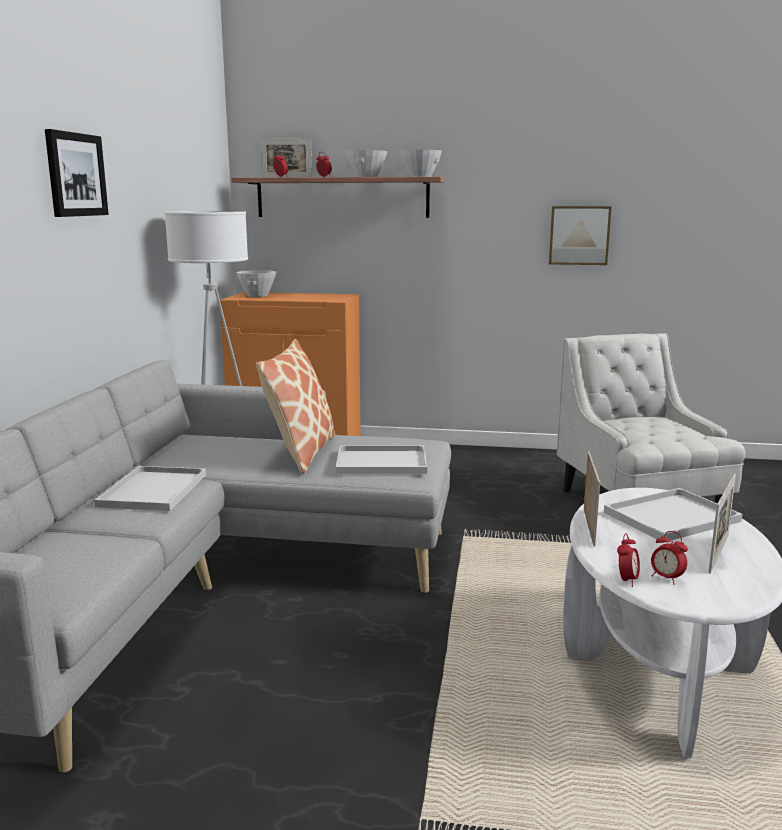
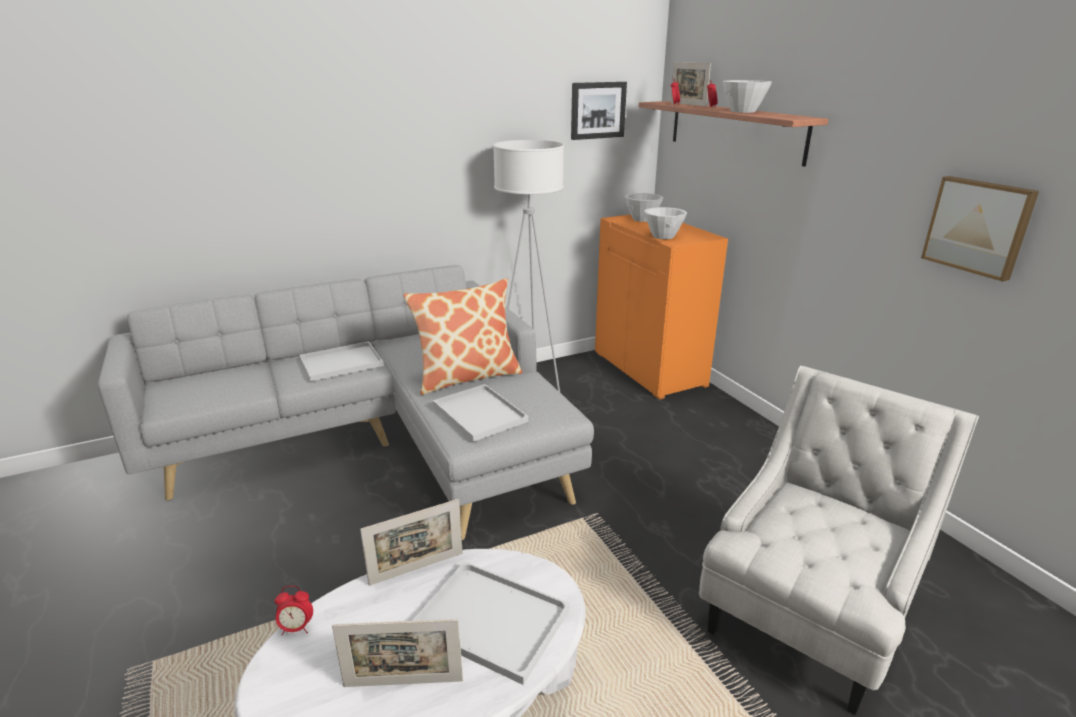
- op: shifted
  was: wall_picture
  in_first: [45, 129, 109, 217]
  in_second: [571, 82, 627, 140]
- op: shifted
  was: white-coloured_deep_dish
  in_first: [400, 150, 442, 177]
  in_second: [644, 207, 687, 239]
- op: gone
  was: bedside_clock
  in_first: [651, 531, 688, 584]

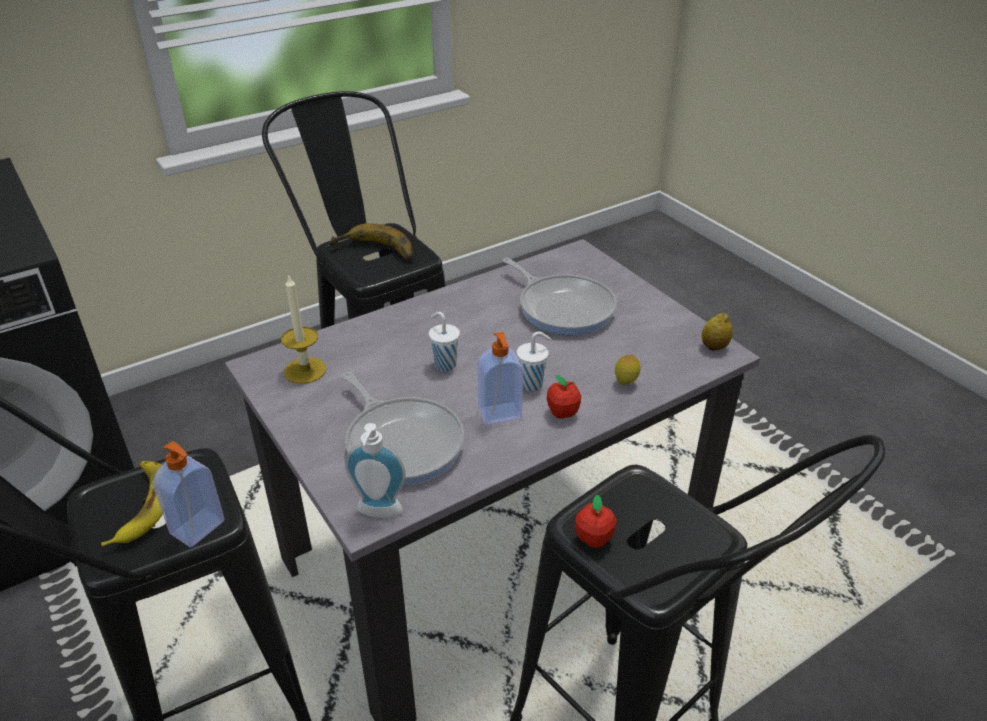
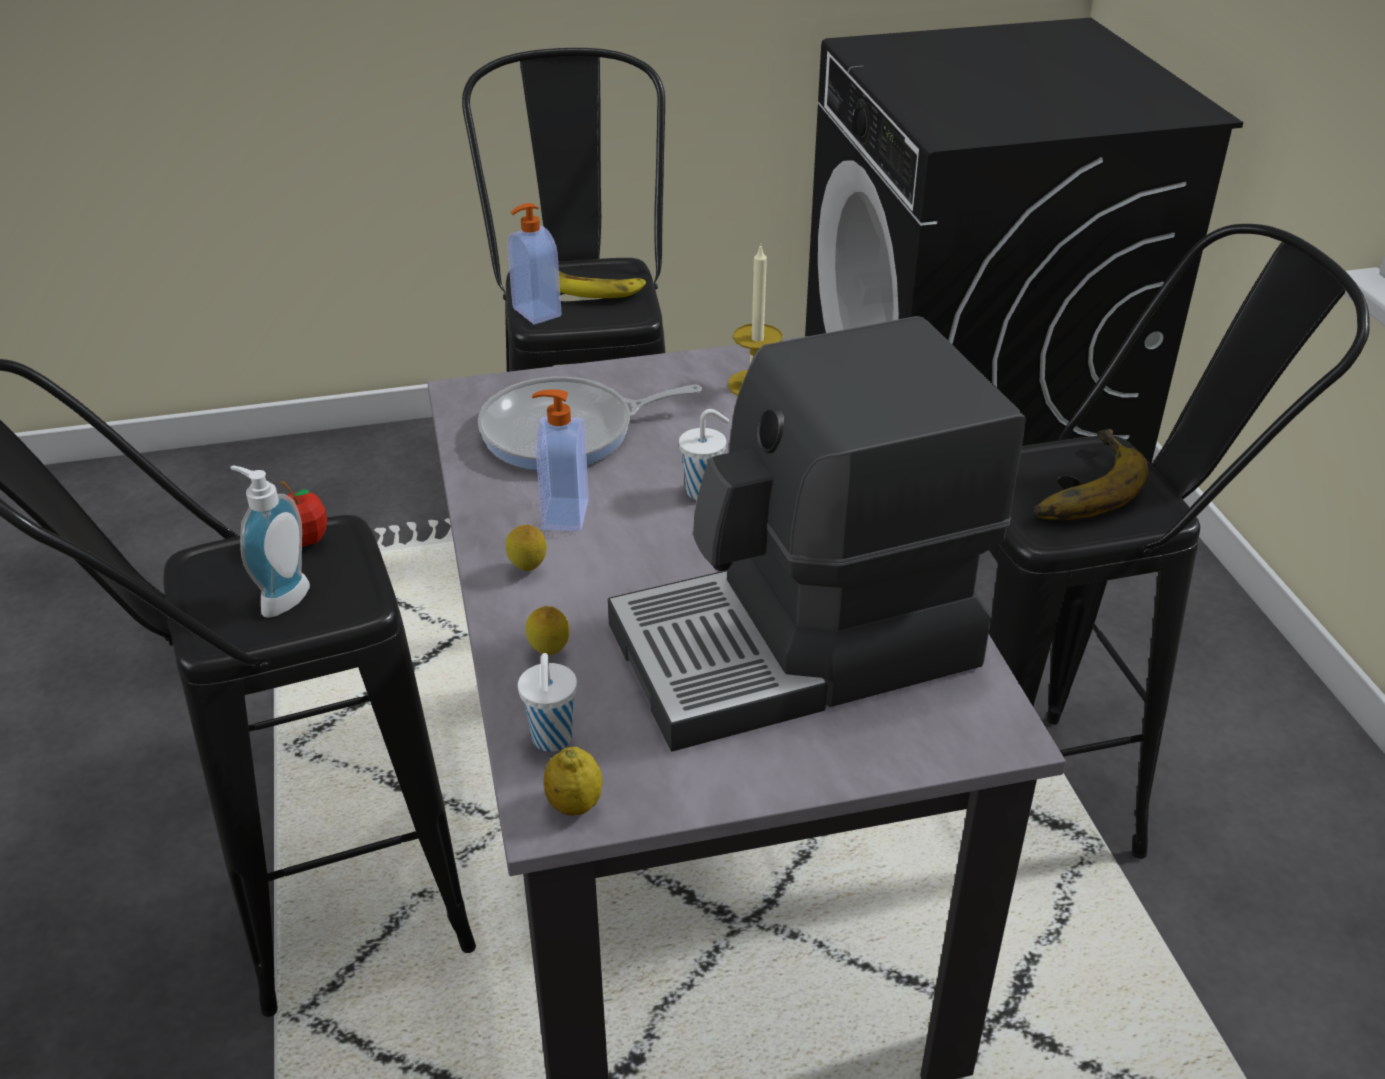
- op: swapped
  was: frying_pan
  now: coffee_brewer
  in_first: [503, 258, 617, 335]
  in_second: [608, 316, 1025, 751]
- op: shifted
  was: white-coloured_small_cup
  in_first: [517, 332, 551, 391]
  in_second: [518, 653, 577, 752]
- op: swapped
  was: whole_apple
  now: citrus_fruit
  in_first: [547, 375, 581, 419]
  in_second: [506, 525, 546, 571]
- op: shifted
  was: liquid_soap_bottle
  in_first: [345, 423, 406, 518]
  in_second: [230, 465, 310, 618]

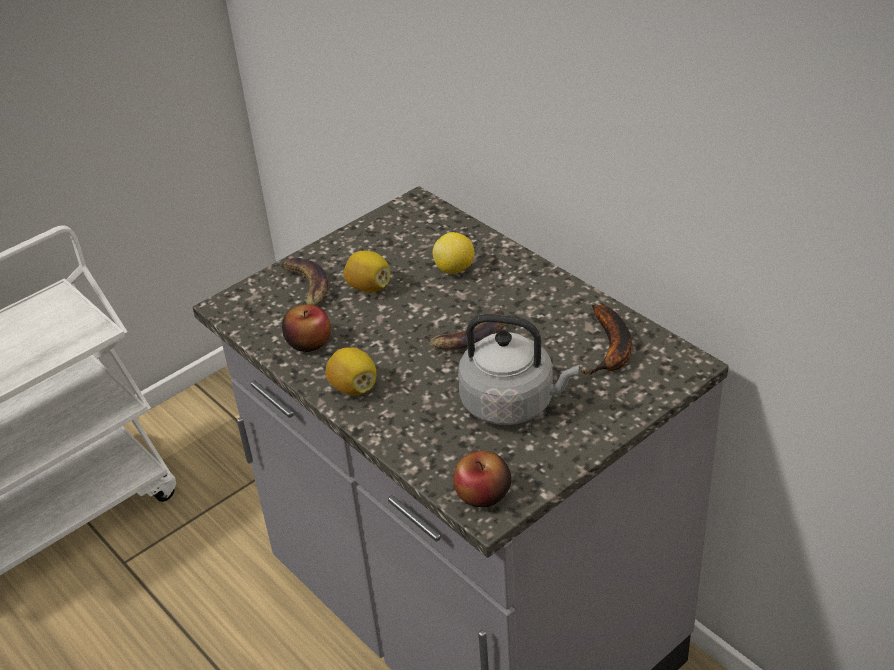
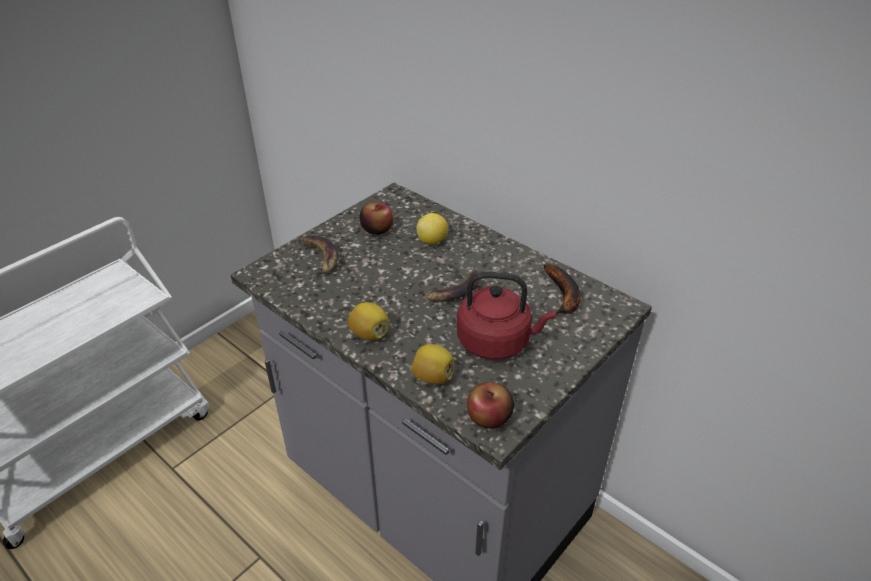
- op: shifted
  was: citrus_fruit
  in_first: [344, 251, 390, 293]
  in_second: [411, 344, 454, 384]
- op: shifted
  was: whole_apple
  in_first: [282, 304, 331, 352]
  in_second: [359, 202, 393, 235]
- op: repainted
  was: gray_water_kettle
  now: red_water_kettle
  in_first: [458, 314, 579, 425]
  in_second: [457, 271, 556, 360]

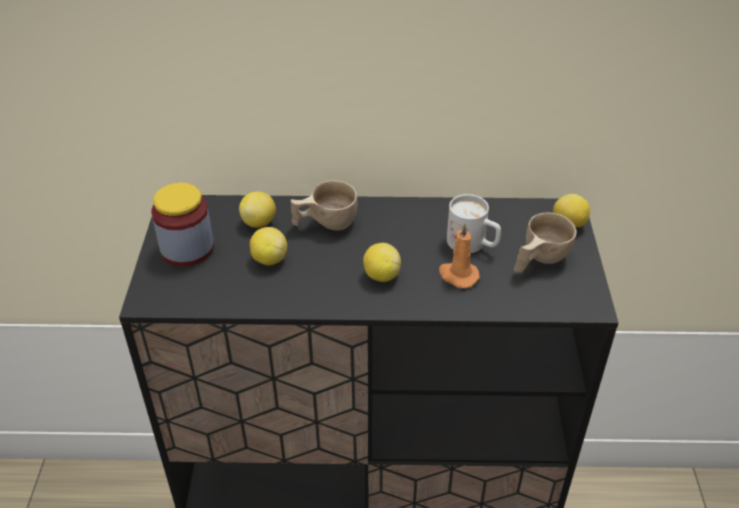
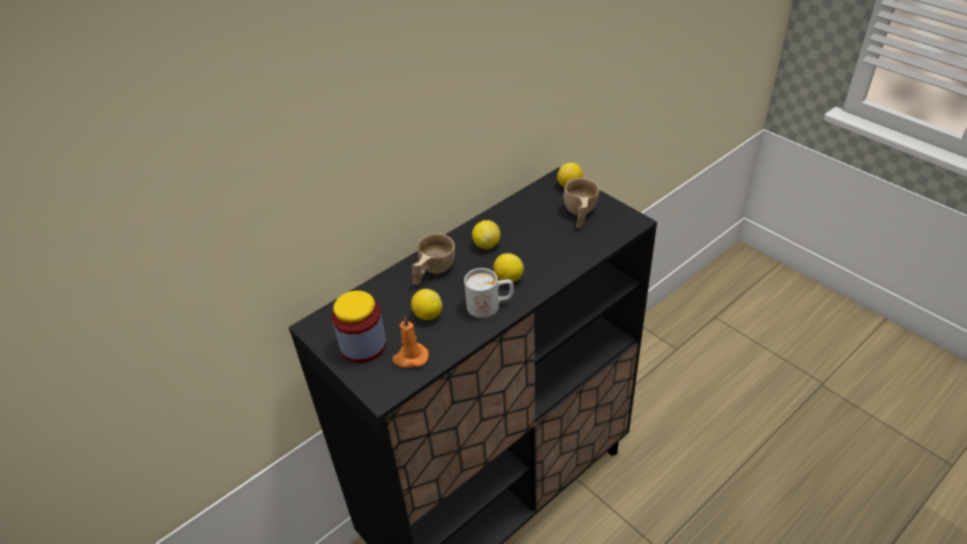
- op: shifted
  was: citrus_fruit
  in_first: [239, 192, 276, 228]
  in_second: [472, 220, 501, 249]
- op: shifted
  was: white-coloured_tea_mug
  in_first: [447, 194, 501, 253]
  in_second: [464, 268, 514, 318]
- op: shifted
  was: orange_candle
  in_first: [439, 223, 480, 288]
  in_second: [392, 316, 429, 368]

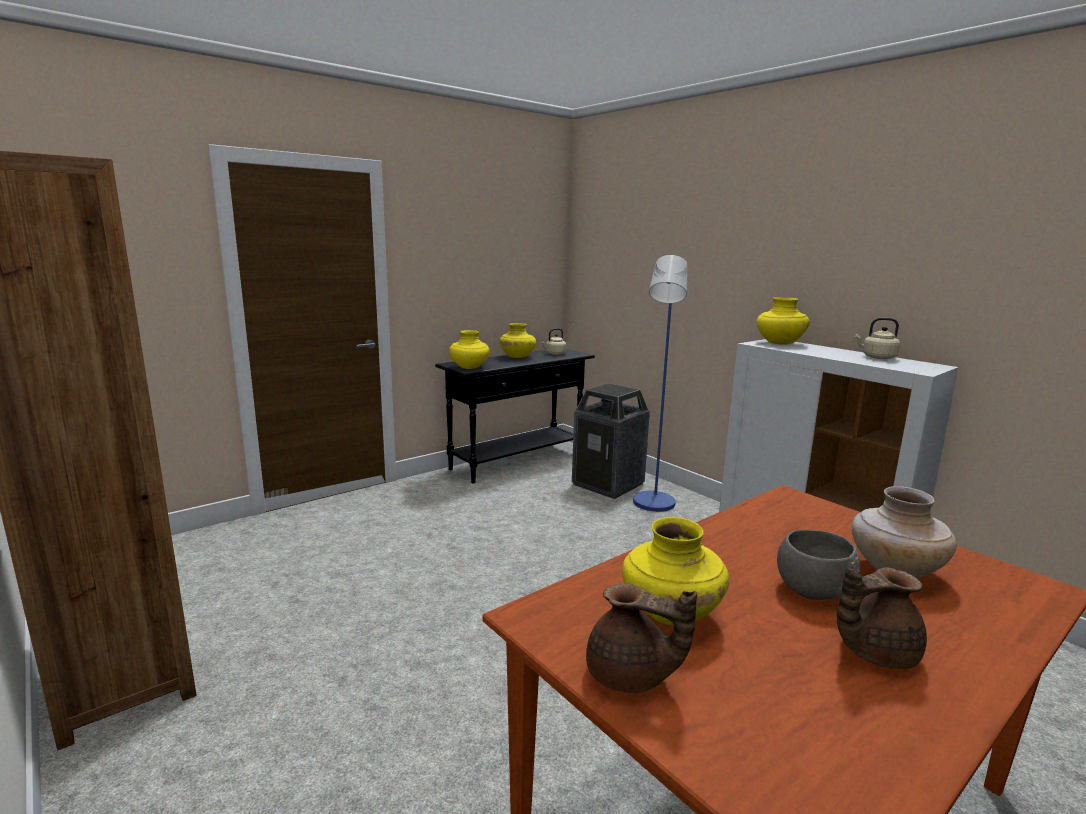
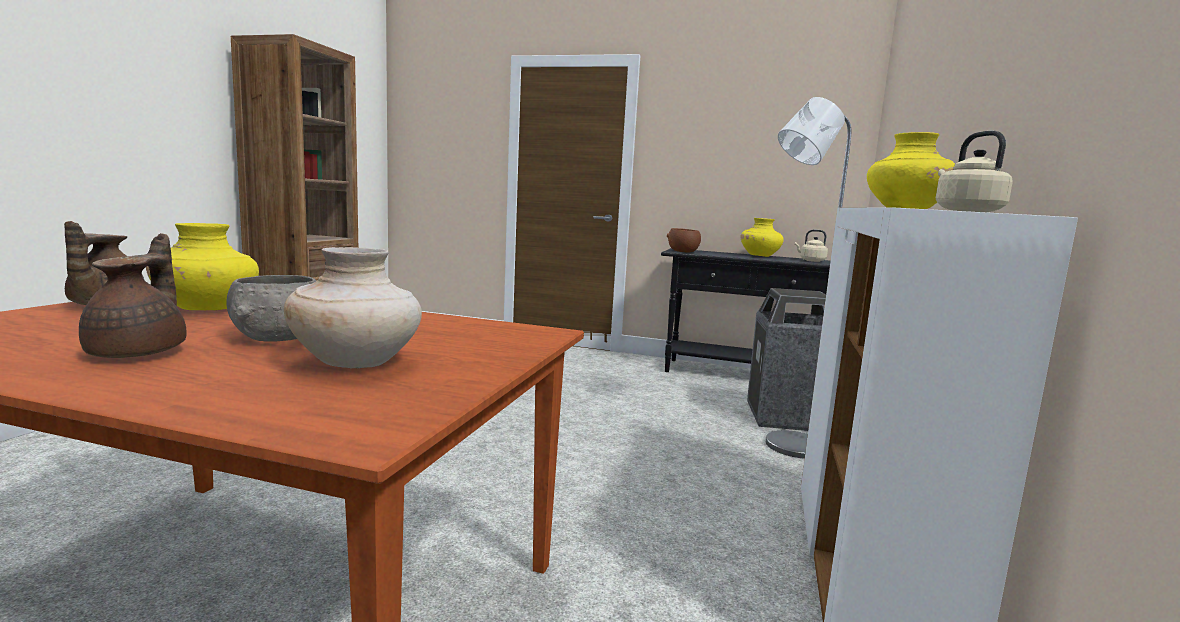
- op: repainted
  was: bluish_standard_lamp
  now: gray_standard_lamp
  in_first: [633, 255, 687, 512]
  in_second: [766, 97, 851, 459]
- op: swapped
  was: yellowish_flower_vase
  now: brown-coloured_deep_dish
  in_first: [449, 330, 489, 369]
  in_second: [667, 228, 701, 252]
- op: rotated
  was: brown-coloured_tea_pot
  in_first: [837, 567, 927, 669]
  in_second: [79, 233, 187, 358]
  clockwise: 45

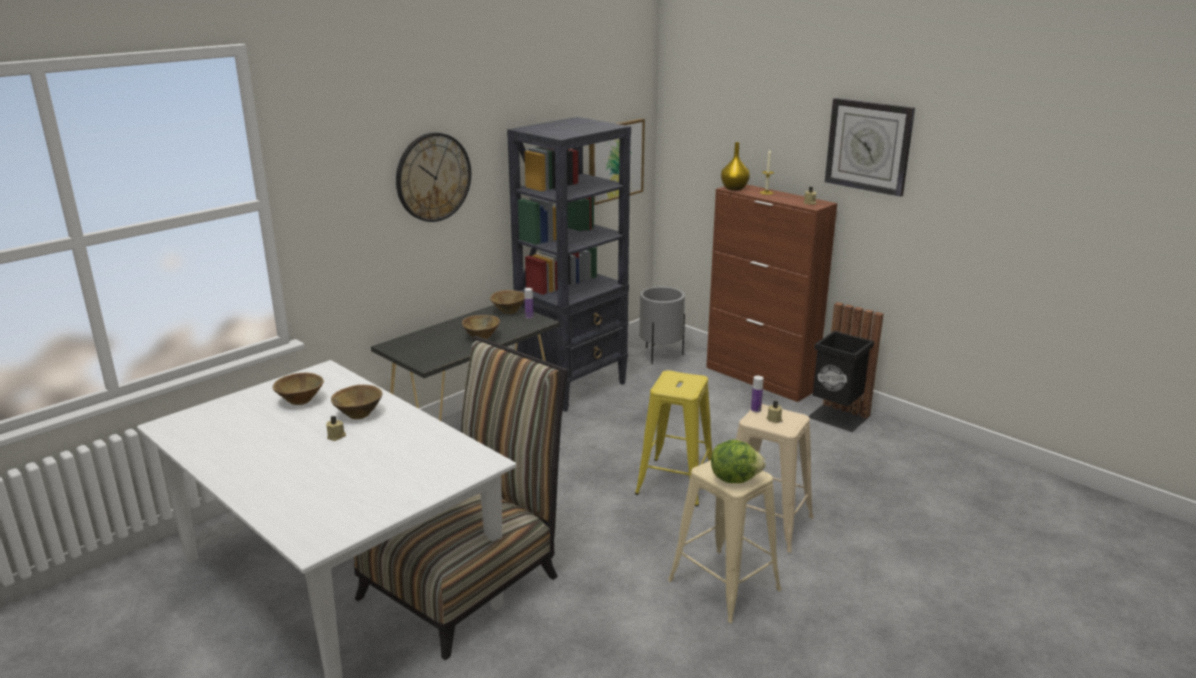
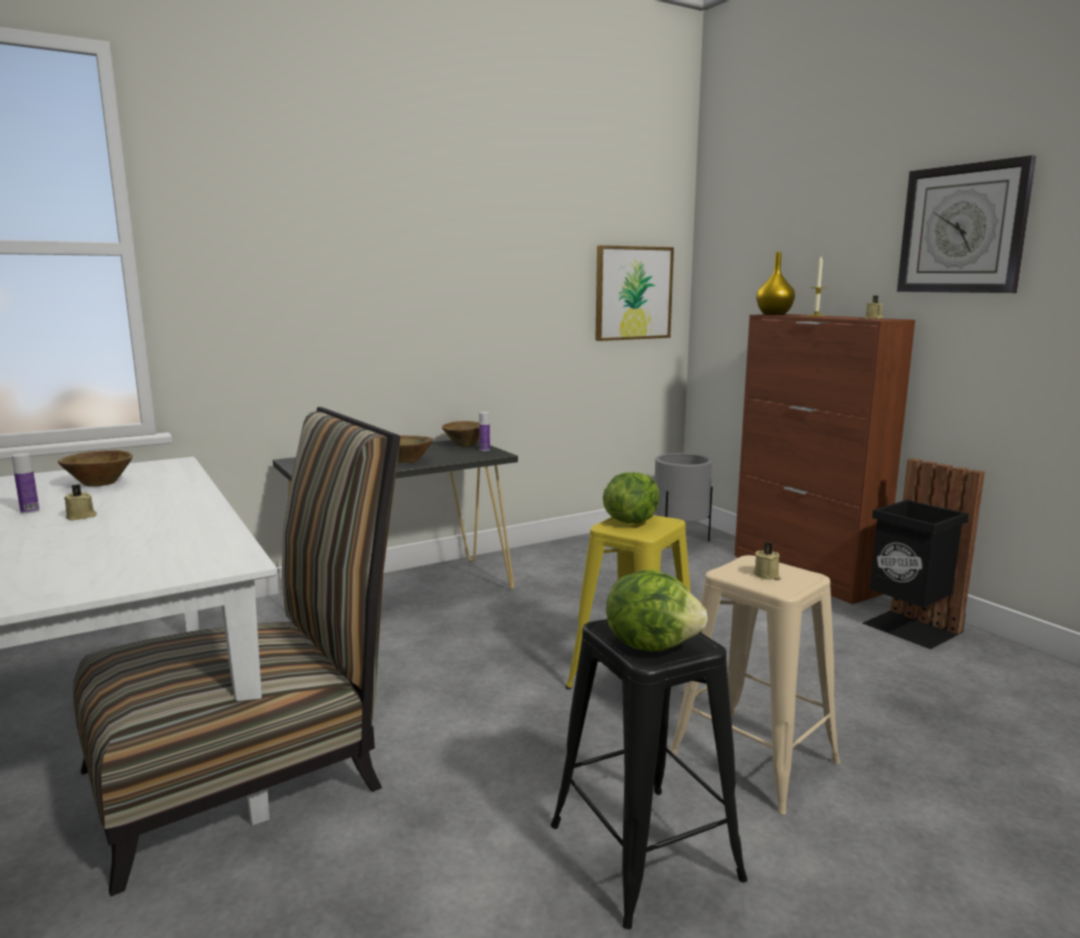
- op: gone
  was: blackish_bookcase
  in_first: [507, 117, 631, 412]
- op: gone
  was: hanging_clock
  in_first: [396, 133, 471, 222]
- op: shifted
  was: bottle
  in_first: [751, 376, 763, 413]
  in_second: [12, 453, 39, 514]
- op: gone
  was: brown-coloured_deep_dish
  in_first: [331, 385, 382, 419]
- op: repainted
  was: sand-coloured_stool
  now: blackish_stool
  in_first: [668, 460, 782, 623]
  in_second: [551, 619, 748, 930]
- op: new
  now: lettuce
  in_second: [603, 472, 660, 524]

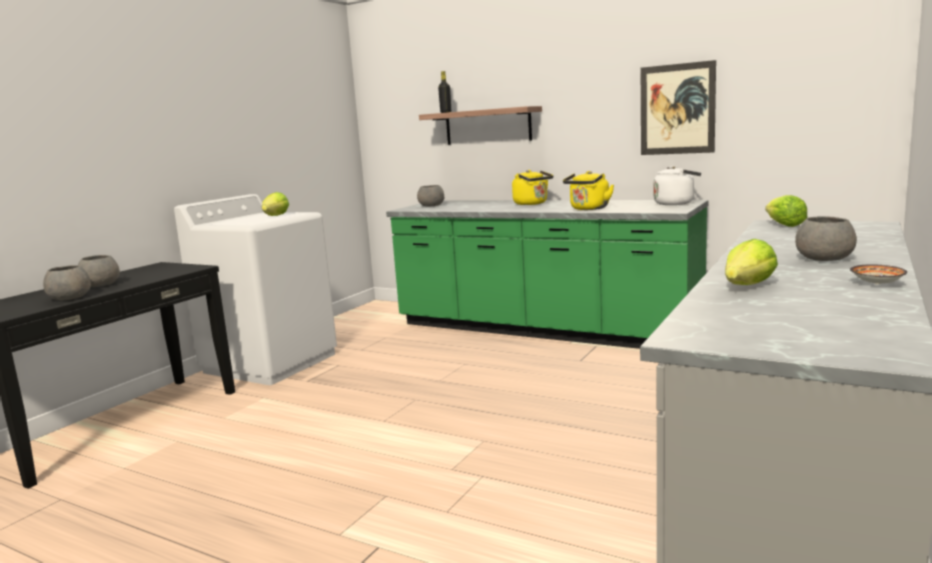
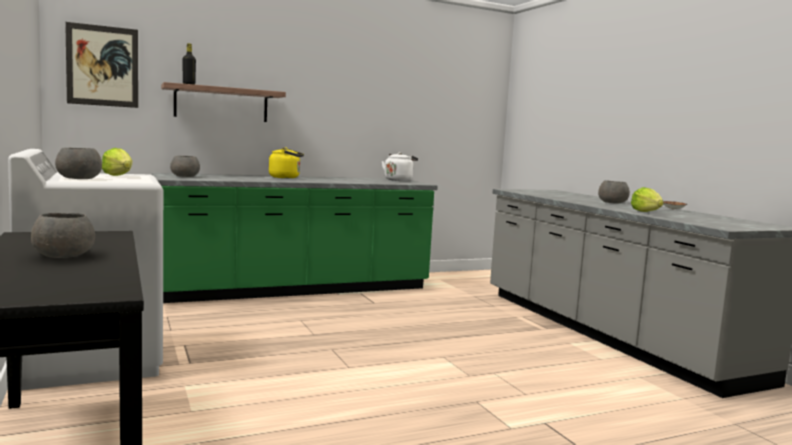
- op: shifted
  was: wall_picture
  in_first: [641, 60, 716, 155]
  in_second: [65, 22, 138, 108]
- op: gone
  was: yellowish_water_kettle
  in_first: [563, 171, 614, 210]
- op: gone
  was: lettuce
  in_first: [765, 195, 807, 227]
- op: shifted
  was: gray_deep_dish
  in_first: [43, 265, 91, 300]
  in_second: [55, 148, 102, 179]

